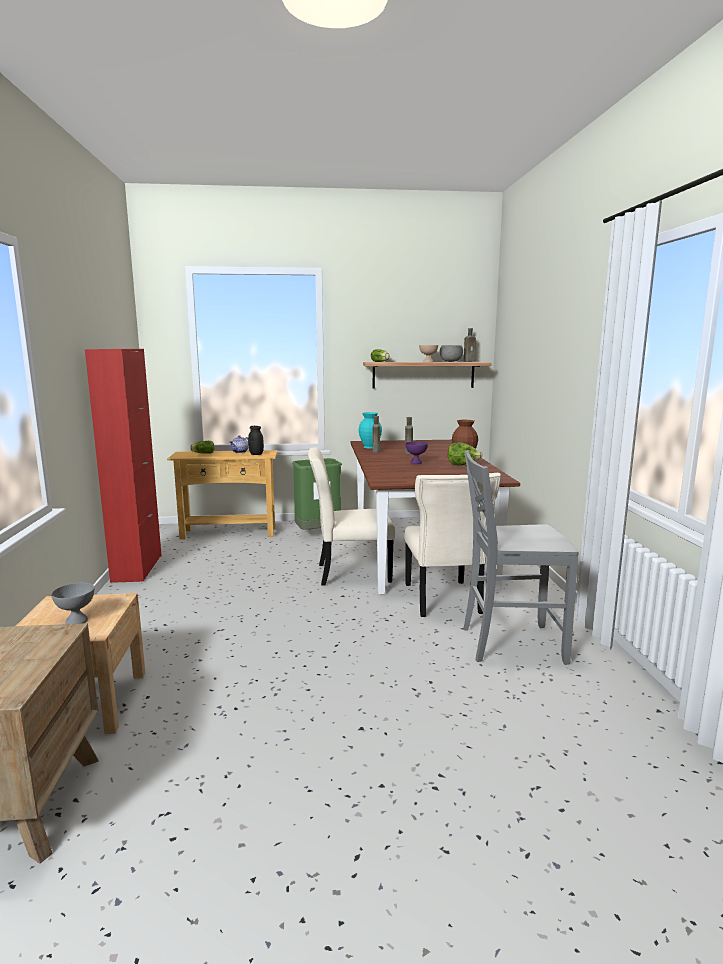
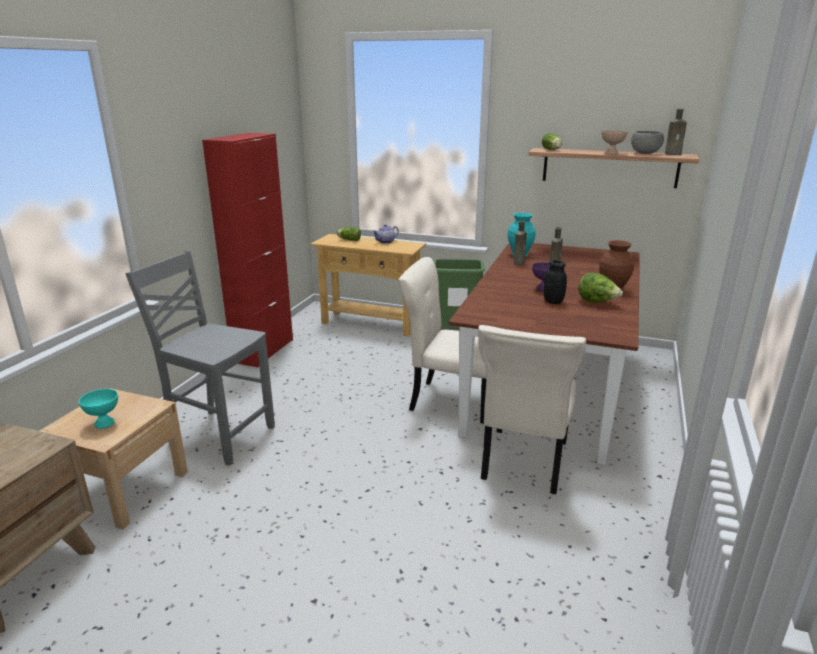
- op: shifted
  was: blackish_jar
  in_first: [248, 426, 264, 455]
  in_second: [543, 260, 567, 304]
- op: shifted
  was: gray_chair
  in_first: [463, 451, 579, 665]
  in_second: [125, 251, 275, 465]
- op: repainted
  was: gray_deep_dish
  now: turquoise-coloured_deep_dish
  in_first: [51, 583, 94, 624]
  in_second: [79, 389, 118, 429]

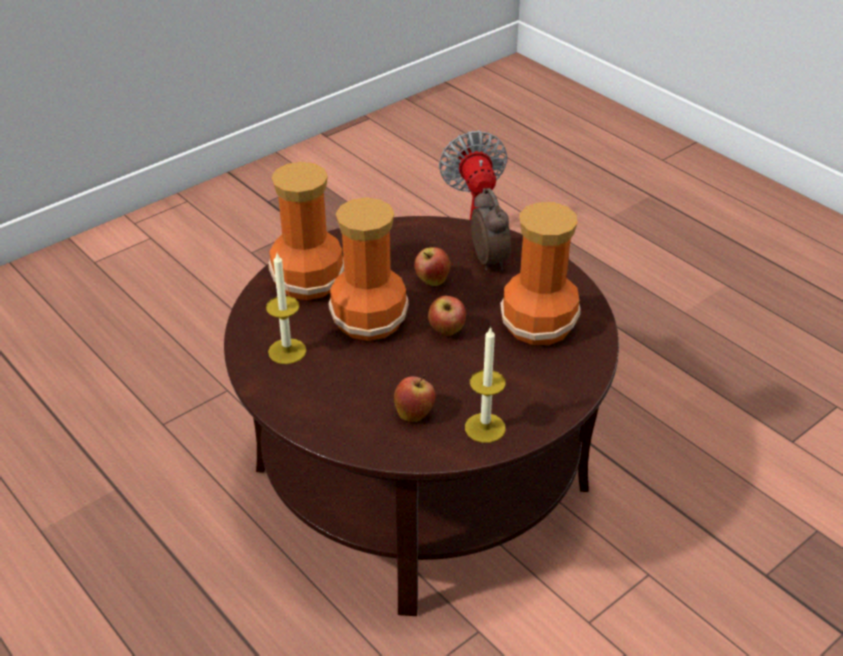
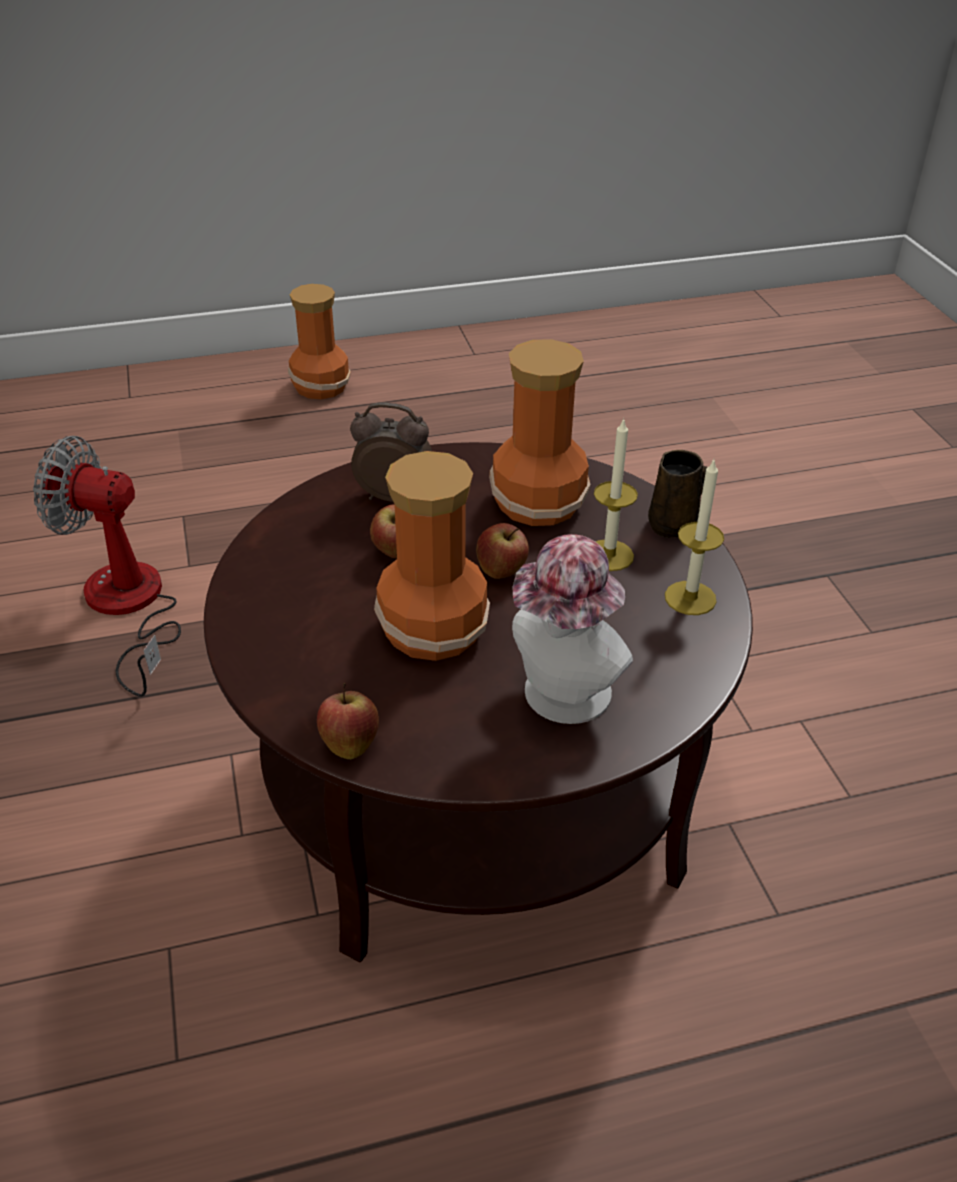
- op: shifted
  was: flower_vase
  in_first: [268, 162, 344, 300]
  in_second: [288, 284, 351, 399]
- op: shifted
  was: candle
  in_first: [266, 253, 306, 364]
  in_second: [594, 418, 638, 571]
- op: shifted
  was: whole_apple
  in_first: [394, 375, 436, 422]
  in_second: [317, 683, 379, 759]
- op: new
  now: brown-coloured_tea_mug
  in_second: [648, 450, 707, 538]
- op: new
  now: wearable_hat
  in_second: [512, 534, 633, 724]

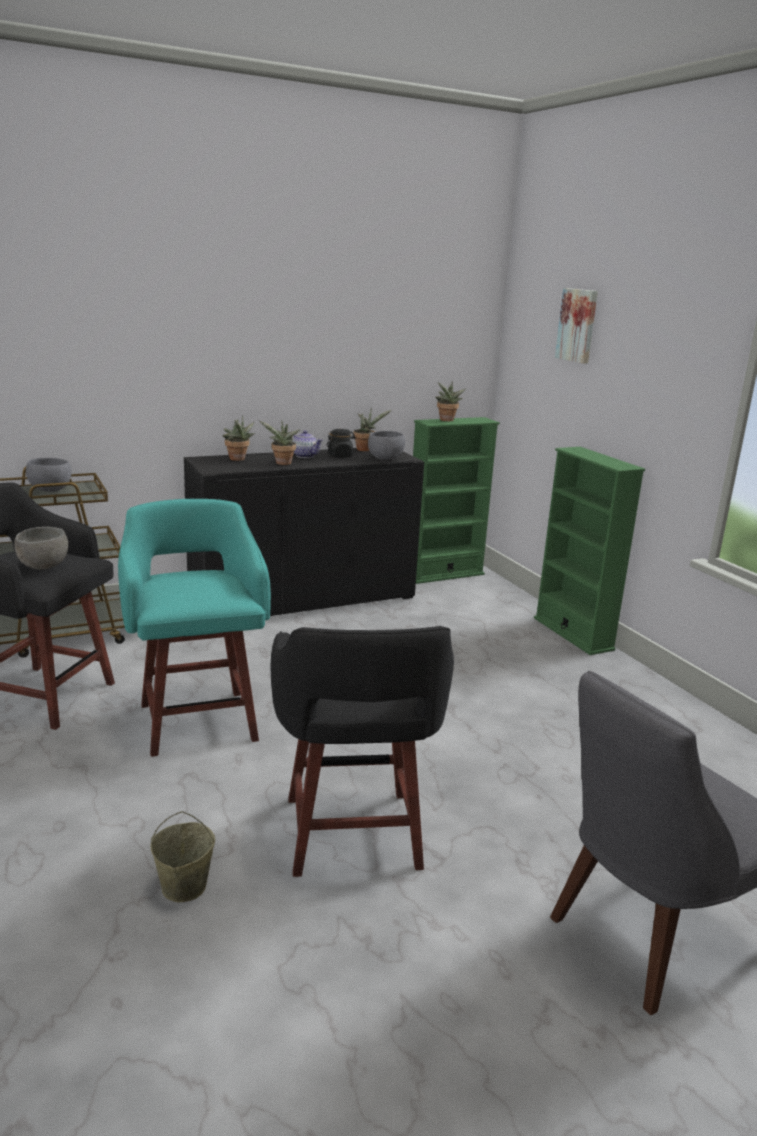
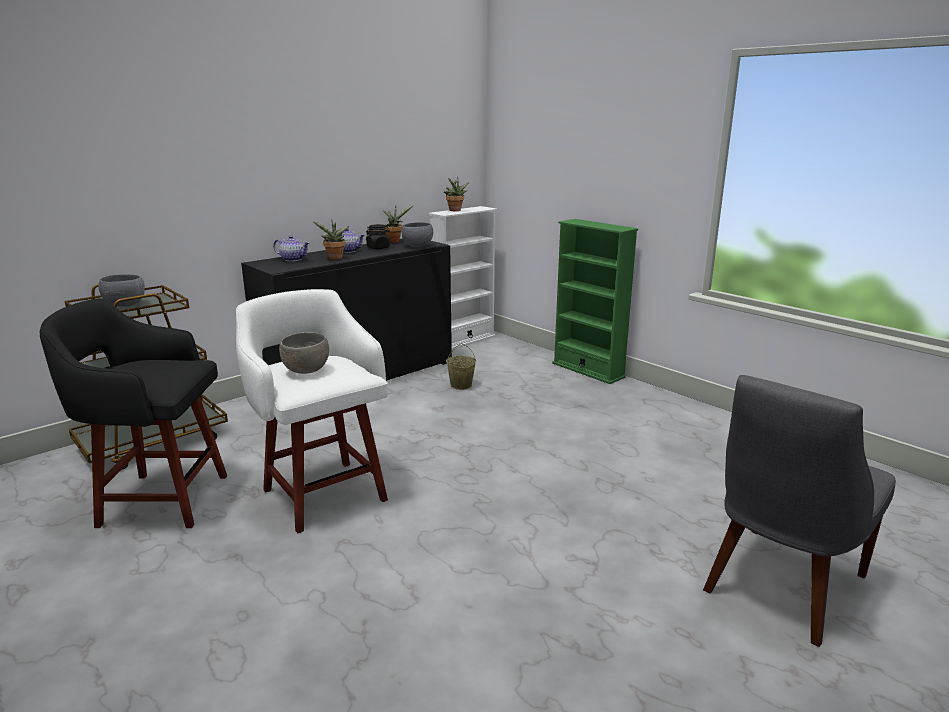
- op: gone
  was: wall_picture
  in_first: [555, 288, 598, 364]
- op: swapped
  was: houseplant
  now: tea_pot
  in_first: [222, 416, 255, 461]
  in_second: [273, 235, 310, 261]
- op: repainted
  was: greenish_bookcase
  now: white-coloured_bookcase
  in_first: [413, 417, 500, 584]
  in_second: [429, 206, 497, 349]
- op: repainted
  was: turquoise-coloured_stool
  now: white-coloured_stool
  in_first: [118, 499, 271, 757]
  in_second: [236, 289, 388, 533]
- op: shifted
  was: gray_deep_dish
  in_first: [14, 527, 68, 569]
  in_second: [279, 332, 329, 374]
- op: gone
  was: blackish_stool
  in_first: [271, 626, 454, 877]
- op: shifted
  was: sand-coloured_bucket
  in_first: [151, 811, 215, 902]
  in_second: [446, 344, 476, 390]

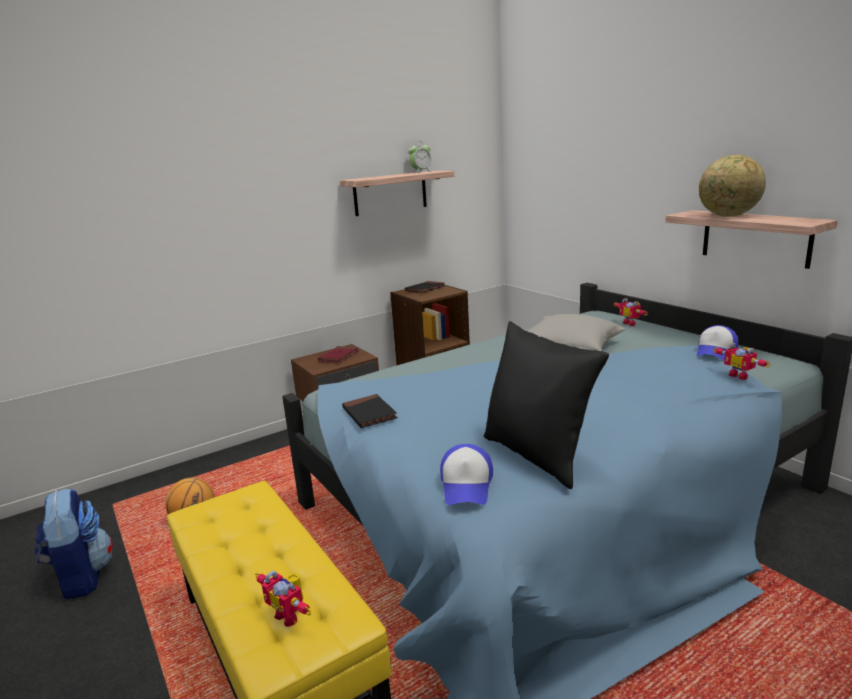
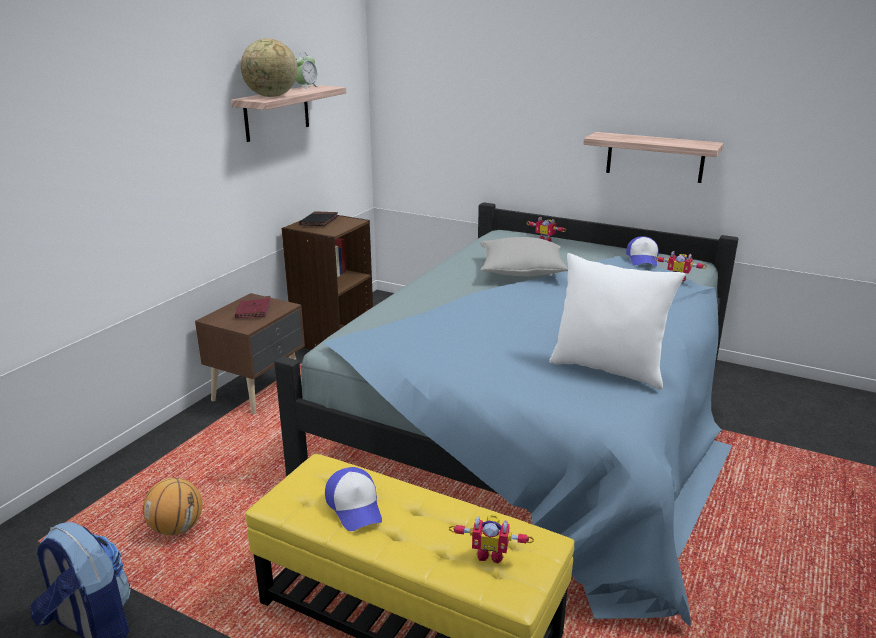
- op: shifted
  was: desk_globe
  in_first: [699, 155, 766, 217]
  in_second: [241, 38, 298, 97]
- op: repainted
  was: blackish_cushion
  now: white-coloured_cushion
  in_first: [484, 321, 609, 489]
  in_second: [549, 253, 685, 389]
- op: gone
  was: blackish_volume
  in_first: [342, 394, 398, 428]
- op: shifted
  was: baseball_cap
  in_first: [440, 444, 493, 505]
  in_second: [325, 467, 382, 531]

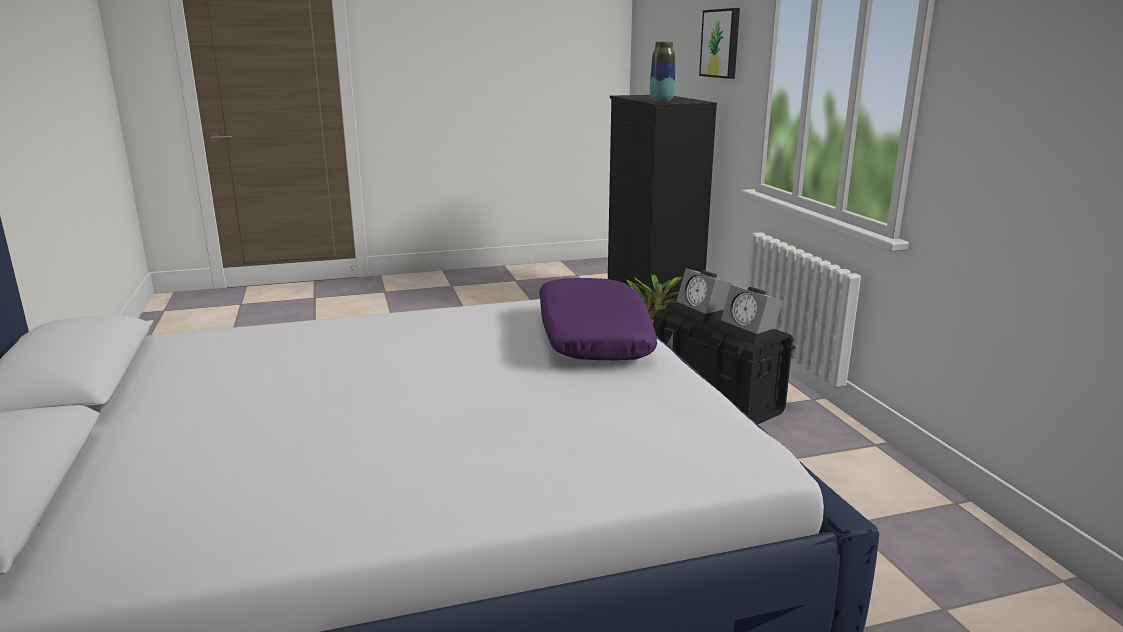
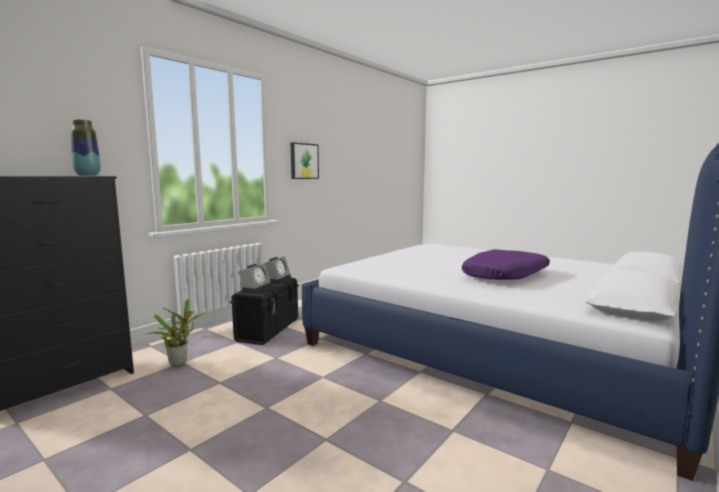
- op: shifted
  was: wall_picture
  in_first: [699, 8, 740, 79]
  in_second: [291, 142, 319, 179]
- op: shifted
  was: purple_cushion
  in_first: [539, 278, 657, 360]
  in_second: [462, 249, 550, 280]

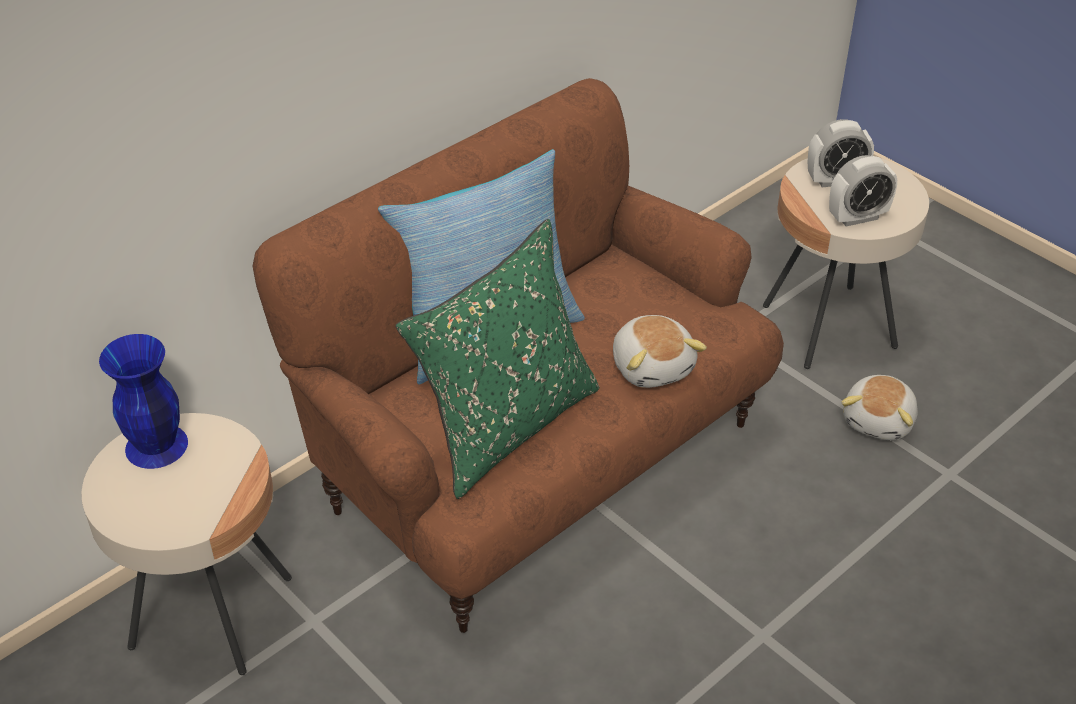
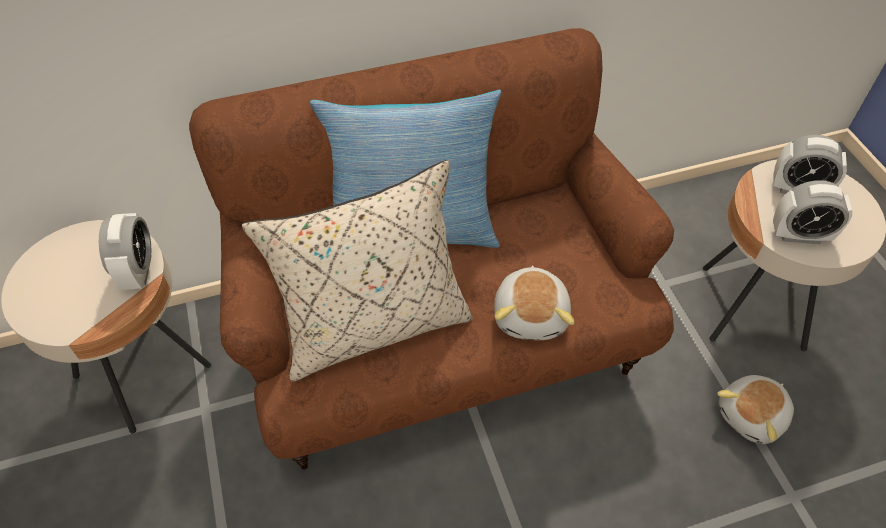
- op: repainted
  was: greenish_cushion
  now: sand-coloured_cushion
  in_first: [396, 219, 599, 499]
  in_second: [242, 160, 473, 382]
- op: gone
  was: bluish_flower_vase
  in_first: [99, 334, 188, 469]
- op: new
  now: bedside_clock
  in_second: [99, 213, 152, 290]

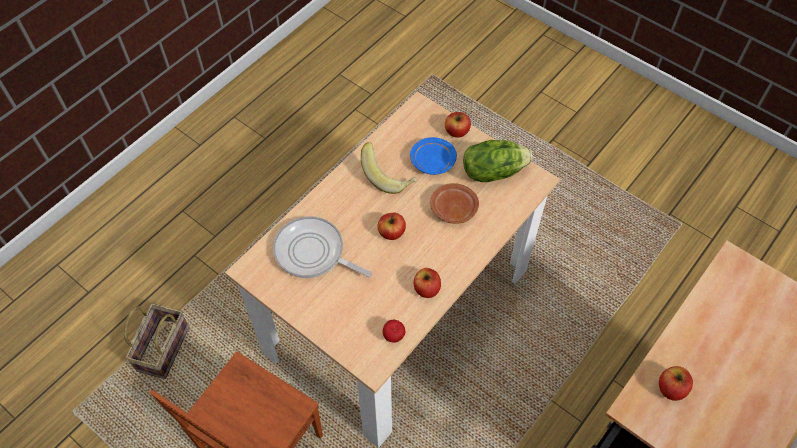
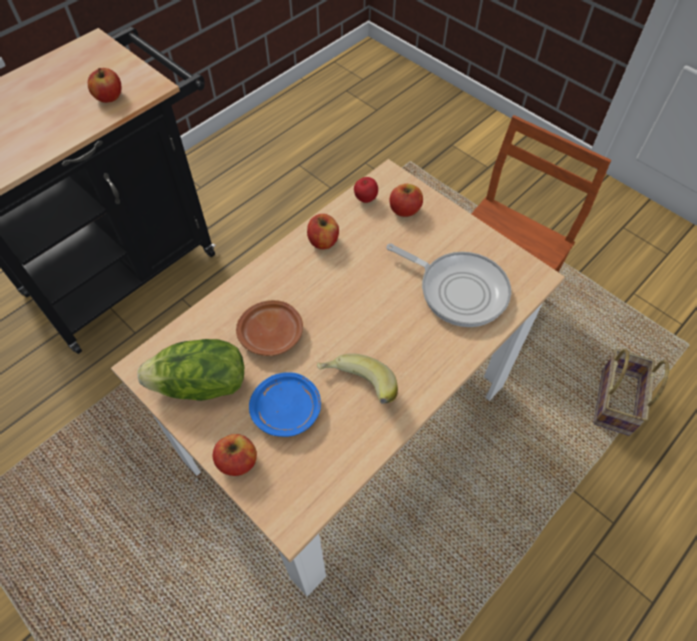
- op: shifted
  was: whole_apple
  in_first: [377, 212, 406, 240]
  in_second: [390, 184, 423, 217]

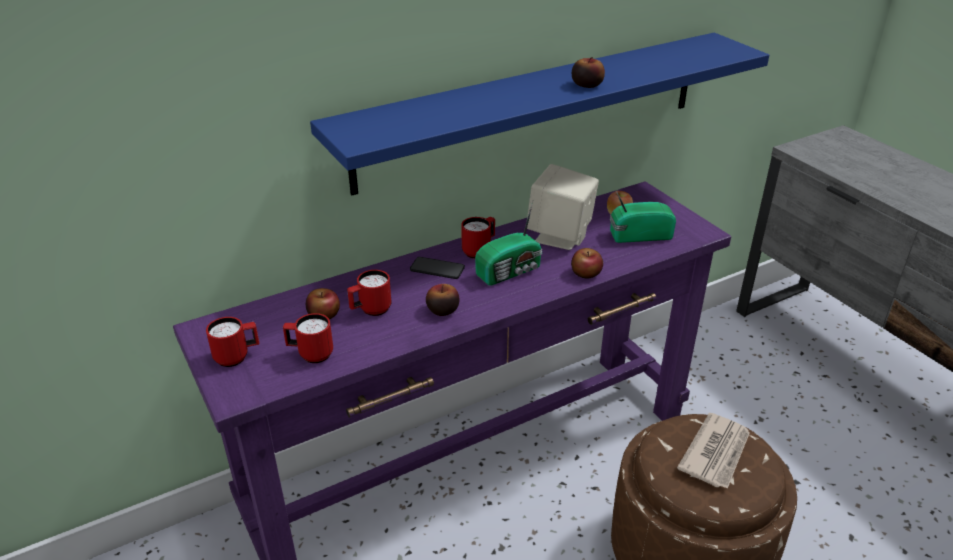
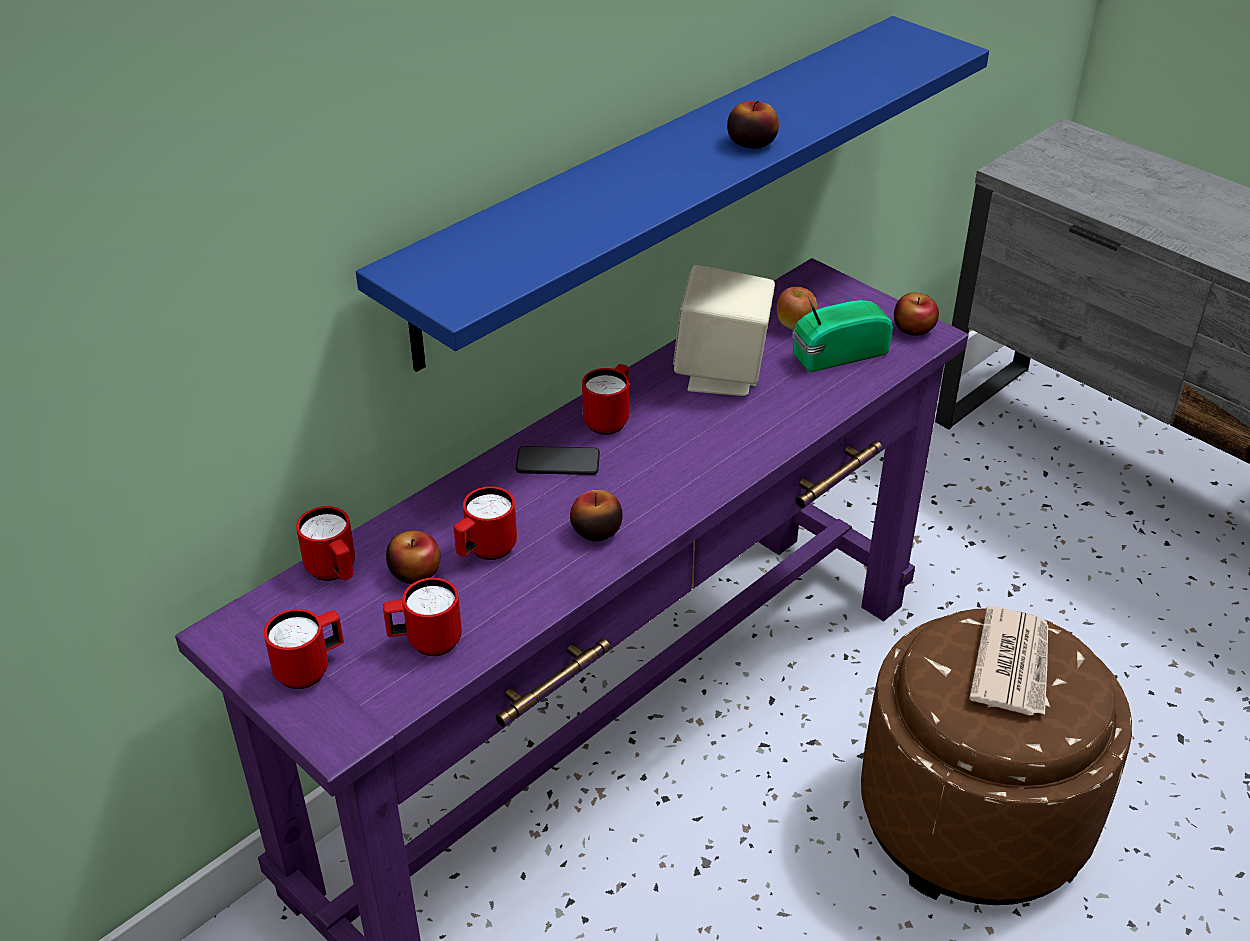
- op: gone
  was: radio_set
  in_first: [475, 201, 542, 286]
- op: shifted
  was: whole_apple
  in_first: [571, 248, 603, 279]
  in_second: [894, 293, 939, 336]
- op: new
  now: red_tea_mug
  in_second: [296, 506, 355, 581]

